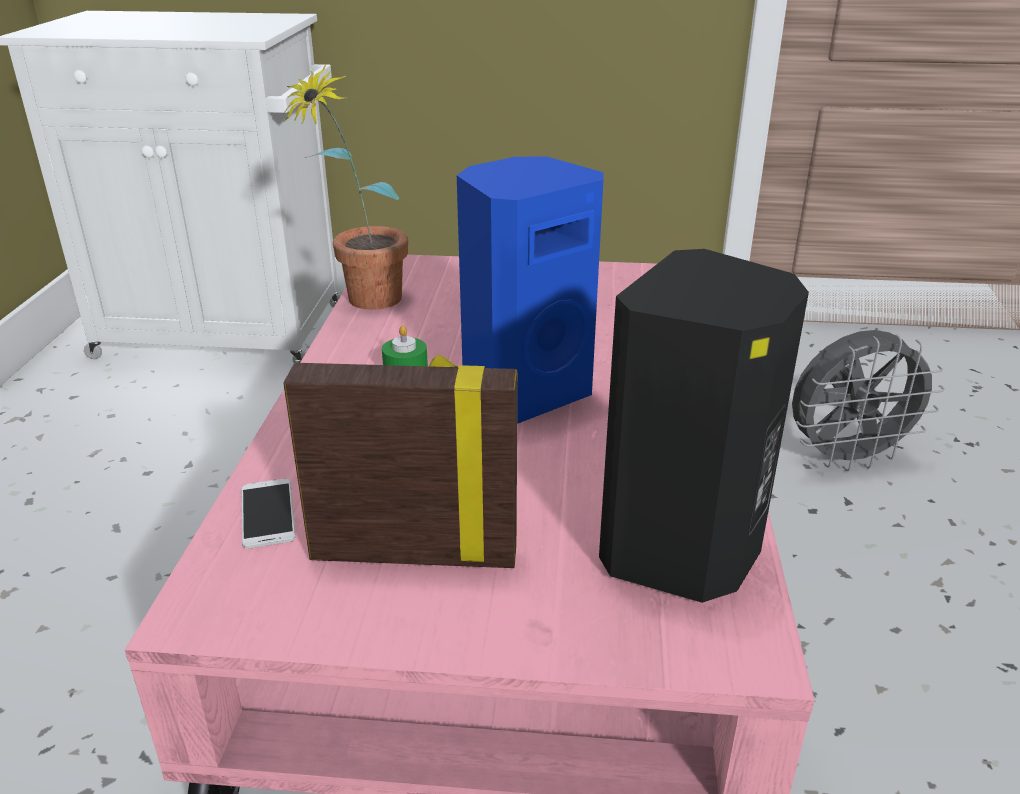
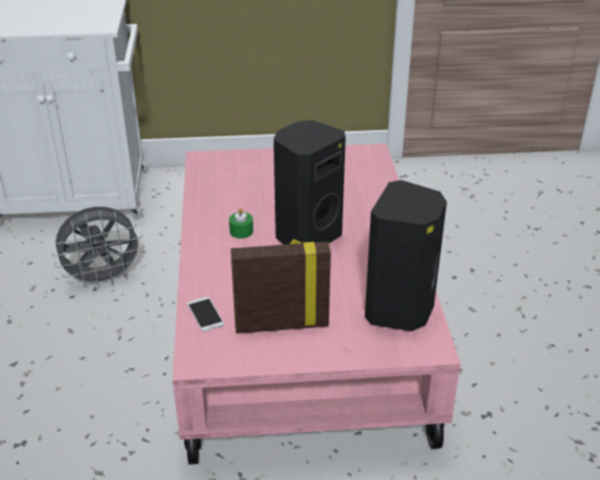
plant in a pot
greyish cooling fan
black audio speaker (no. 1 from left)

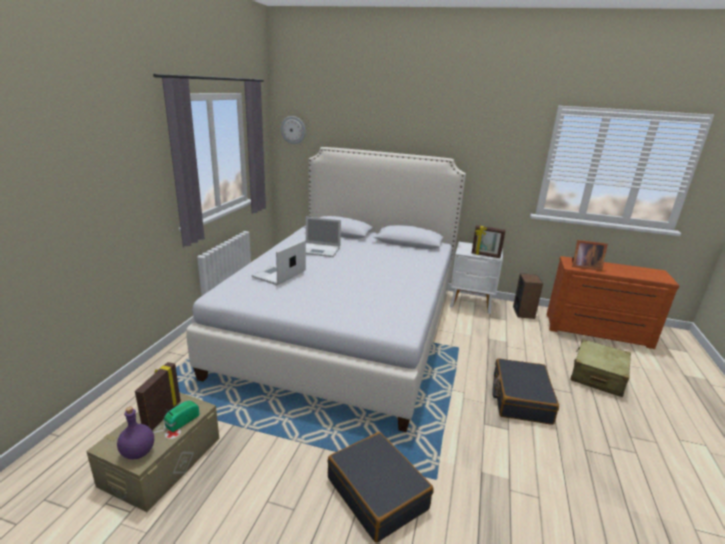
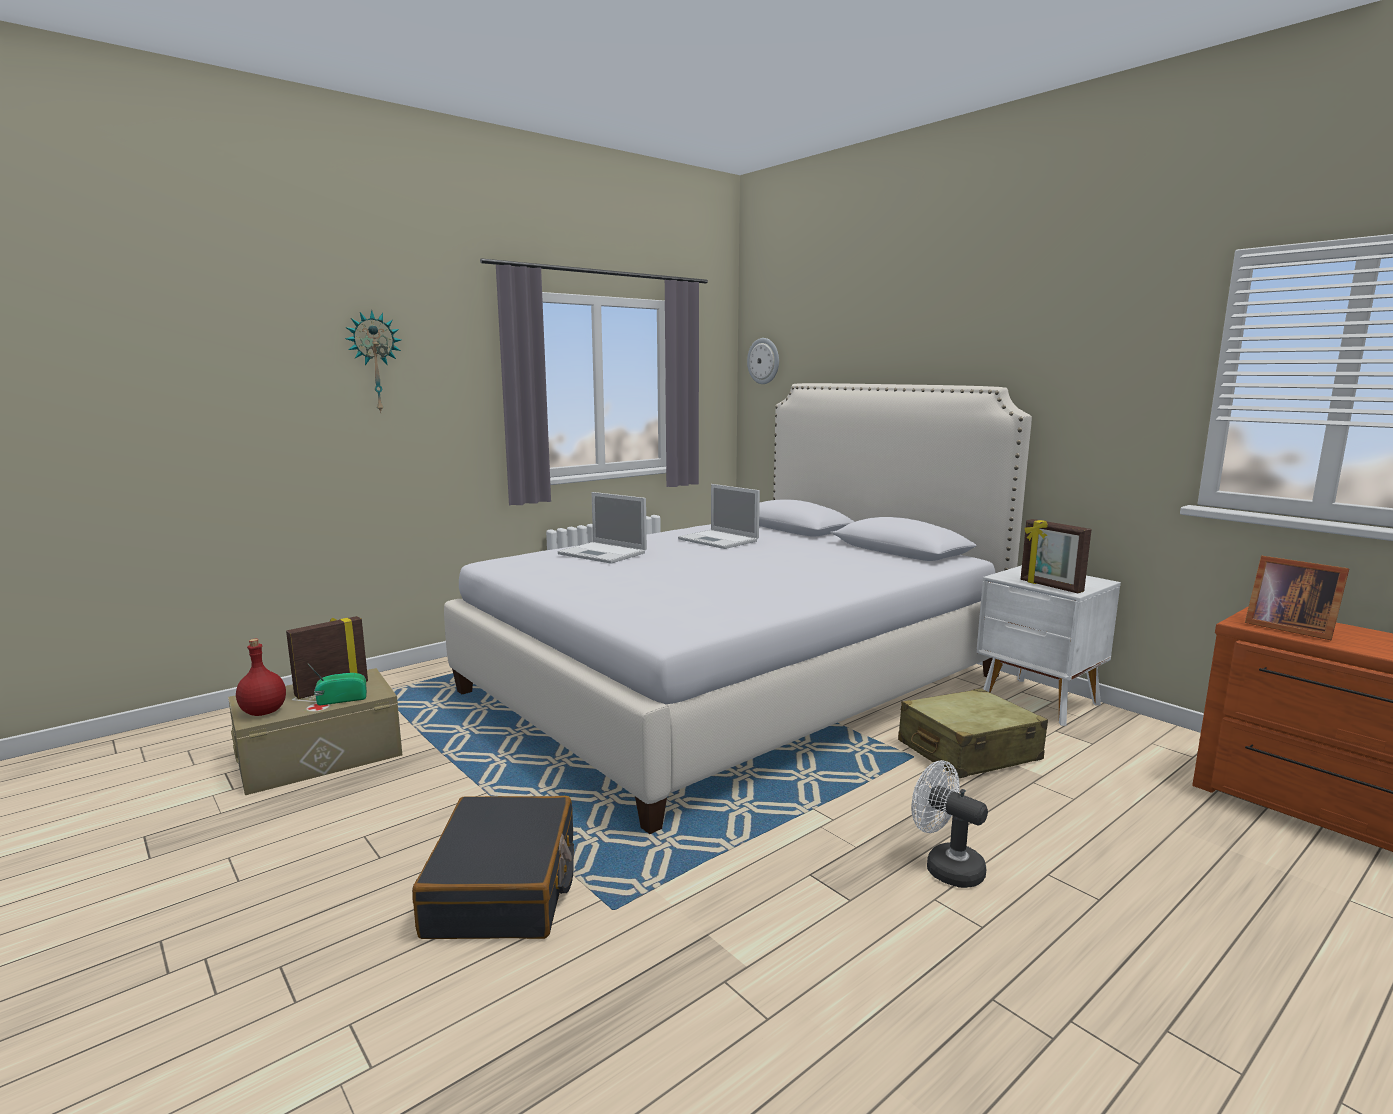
audio speaker
wall clock (no. 1 from left)
beige piece of luggage
whitish cooling fan
red-coloured beverage bottle
laptop (no. 1 from left)

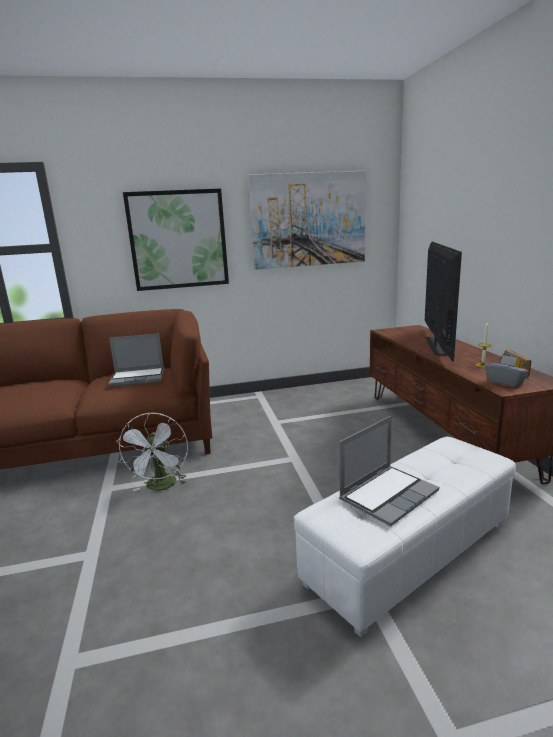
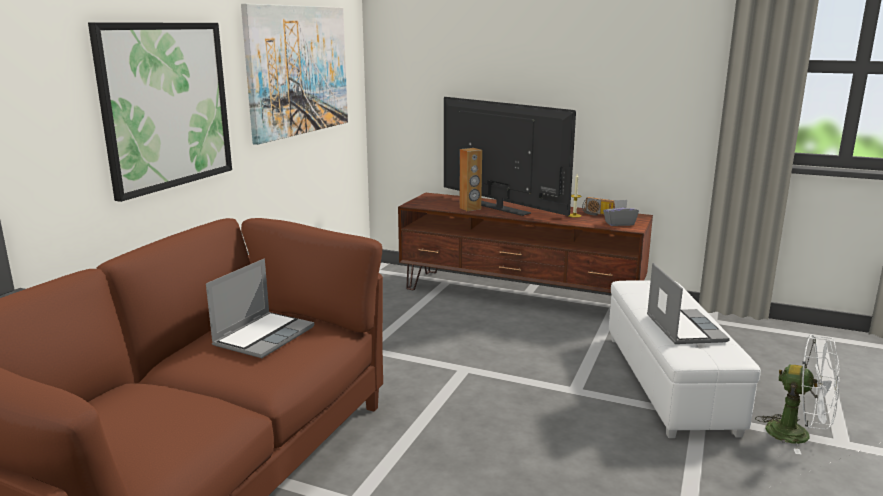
brown audio speaker
whitish cooling fan

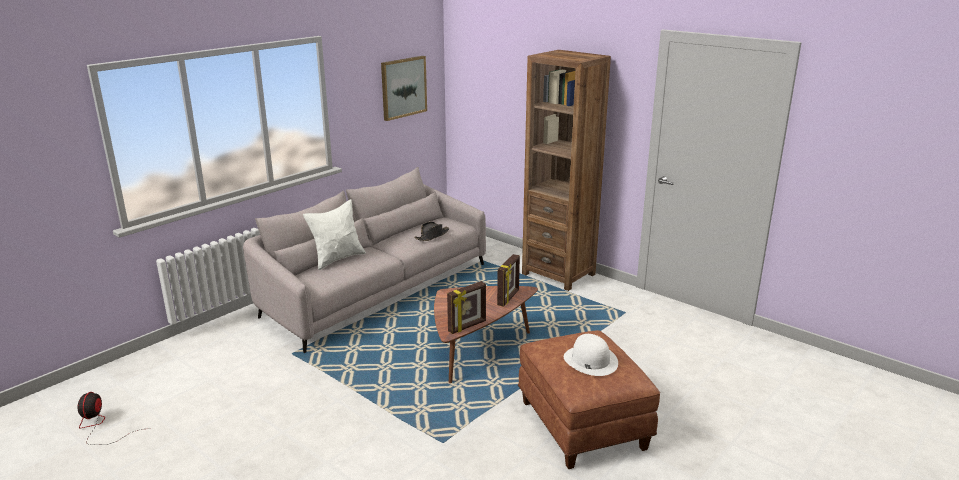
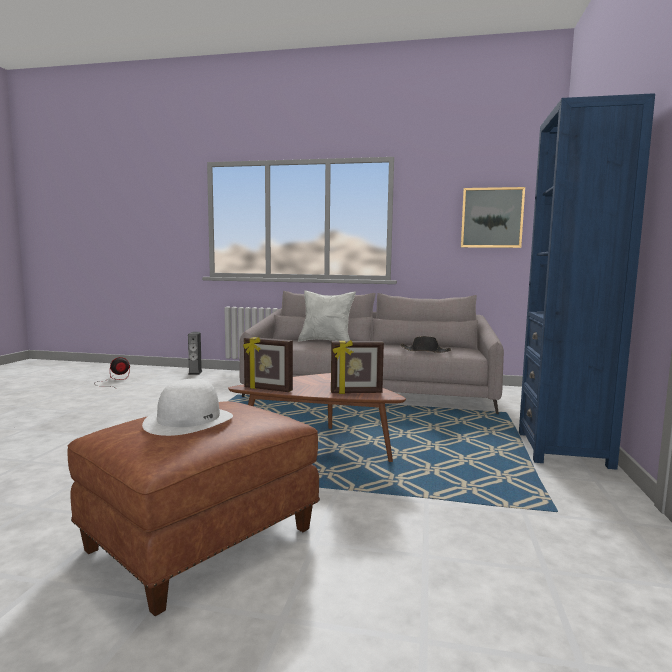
audio speaker
blue bookshelf

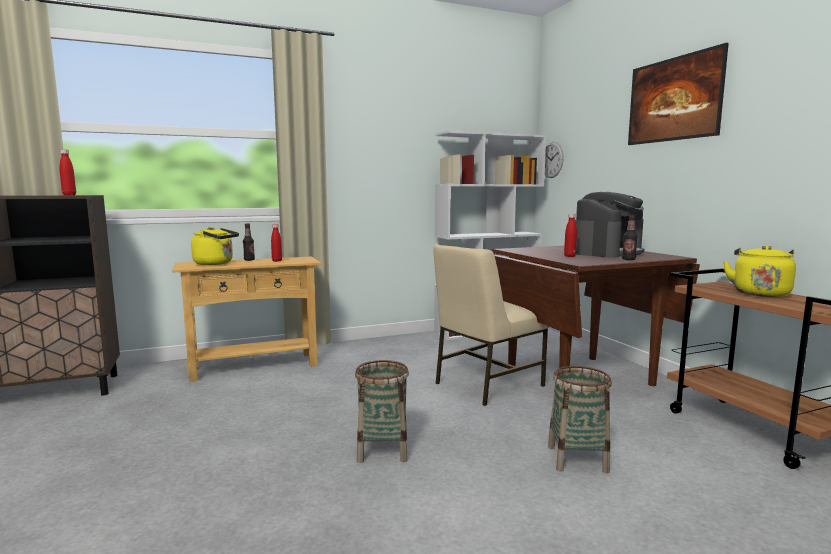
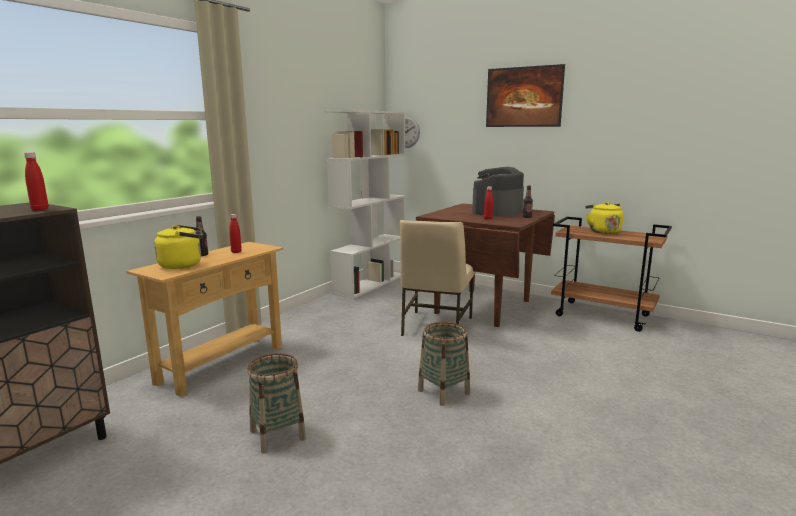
basket (no. 1 from left)
coffee machine

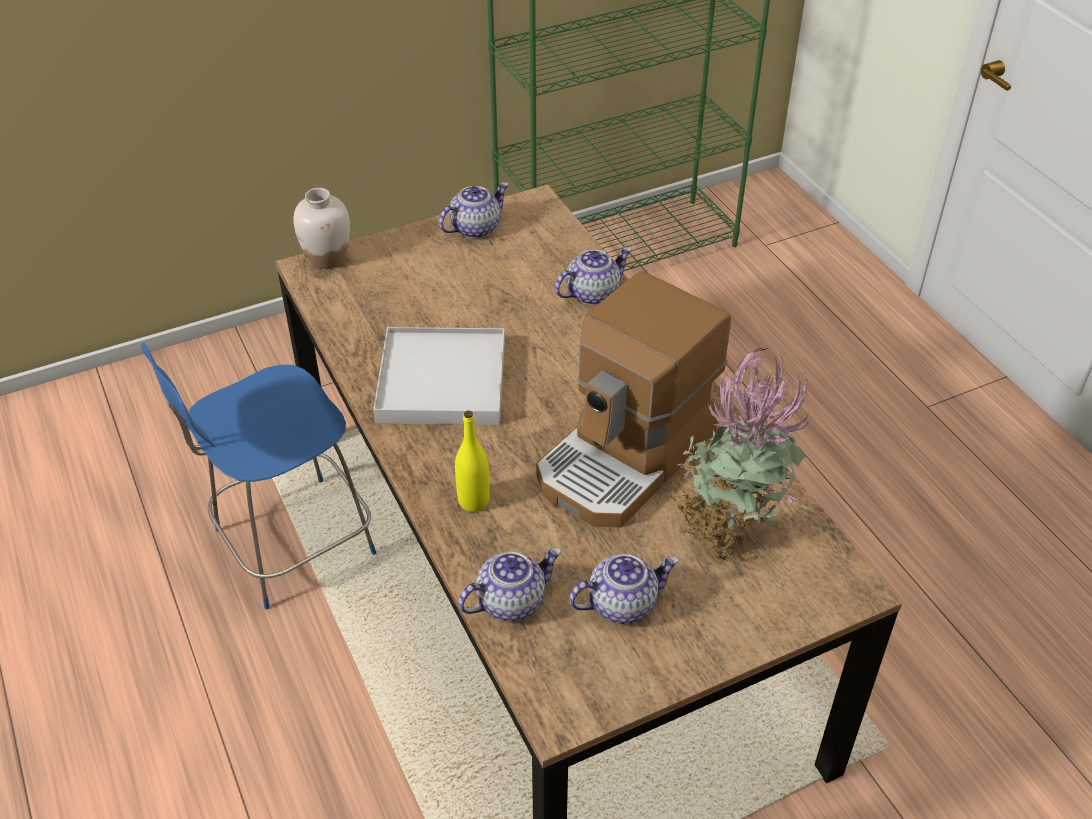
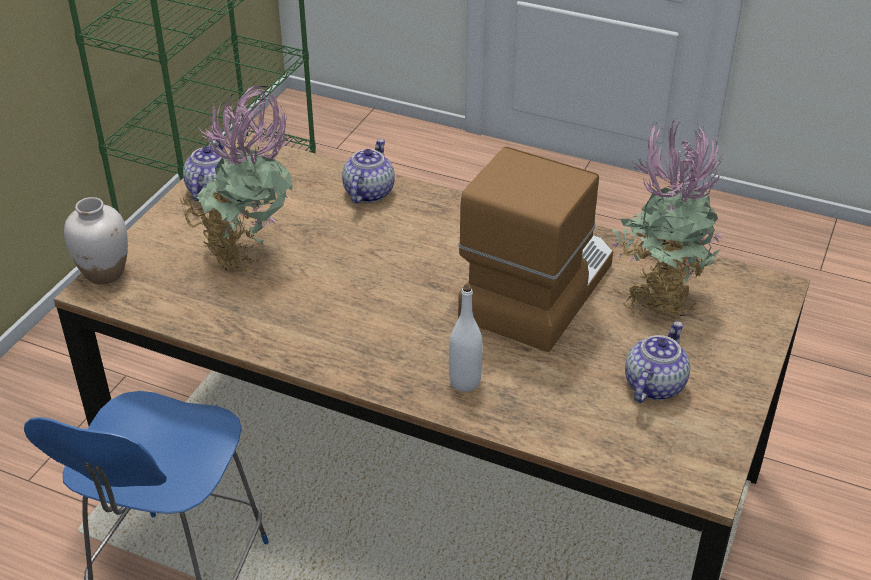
whitish serving tray
pot for tea (no. 2 from left in the first image)
plant in a pot (no. 1 from left)
whitish beverage bottle
coffee machine

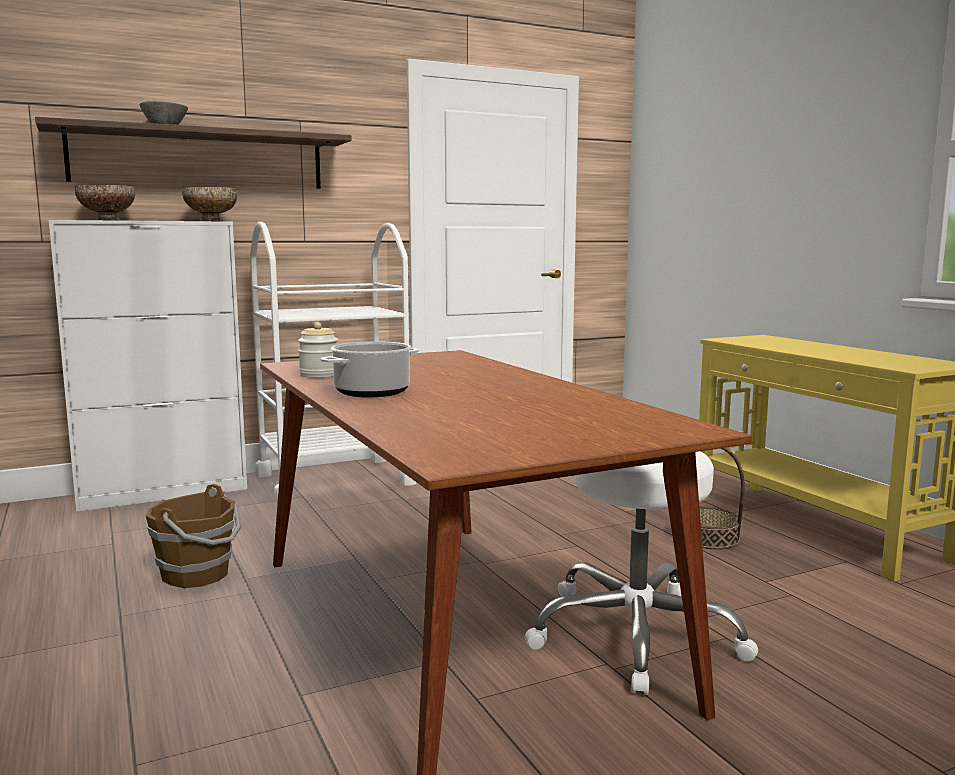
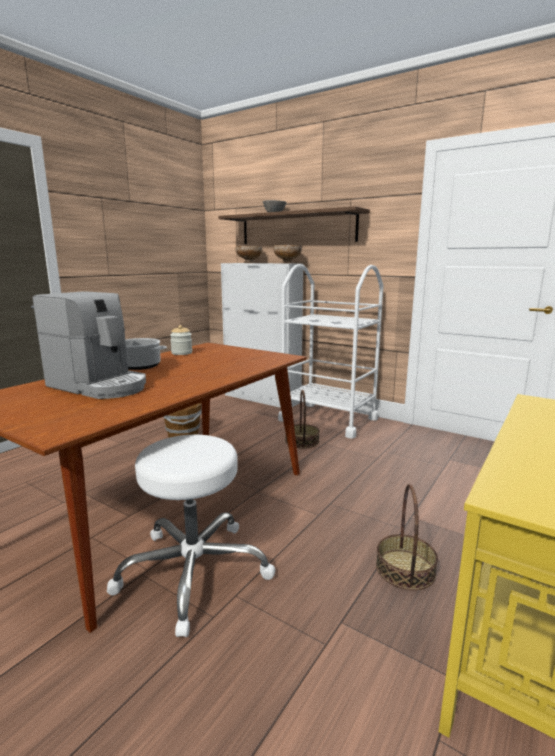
coffee machine
basket (no. 1 from left)

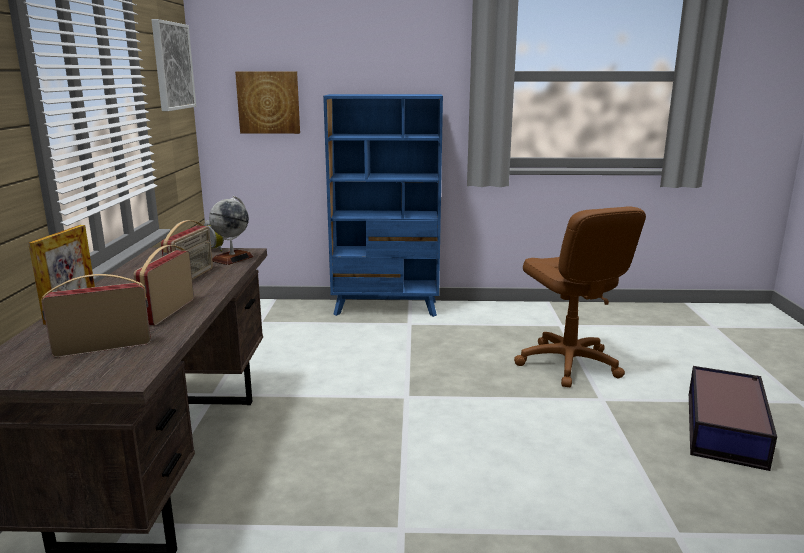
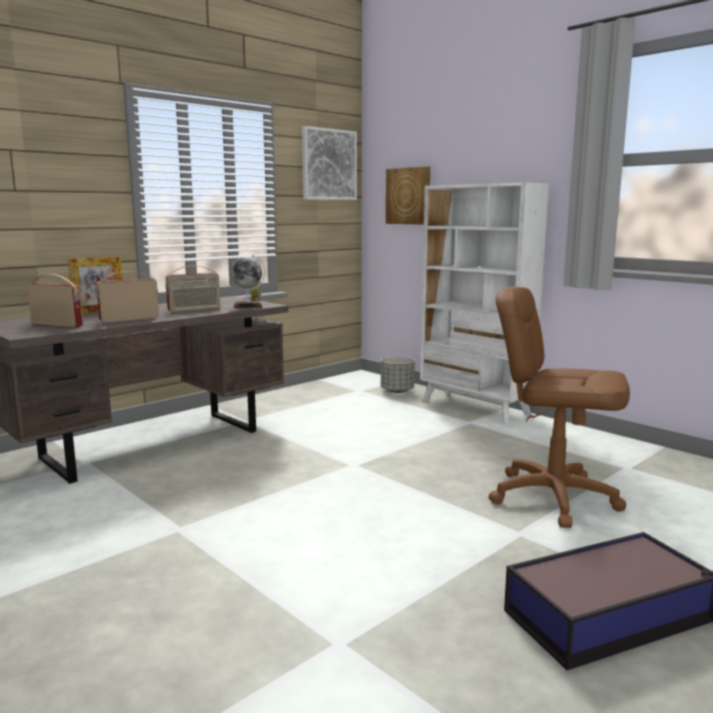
greyish plant pot
whitish bookshelf
brown office chair

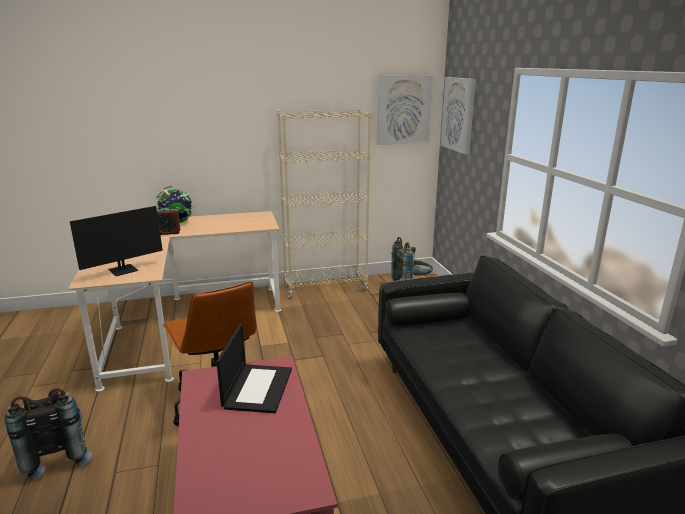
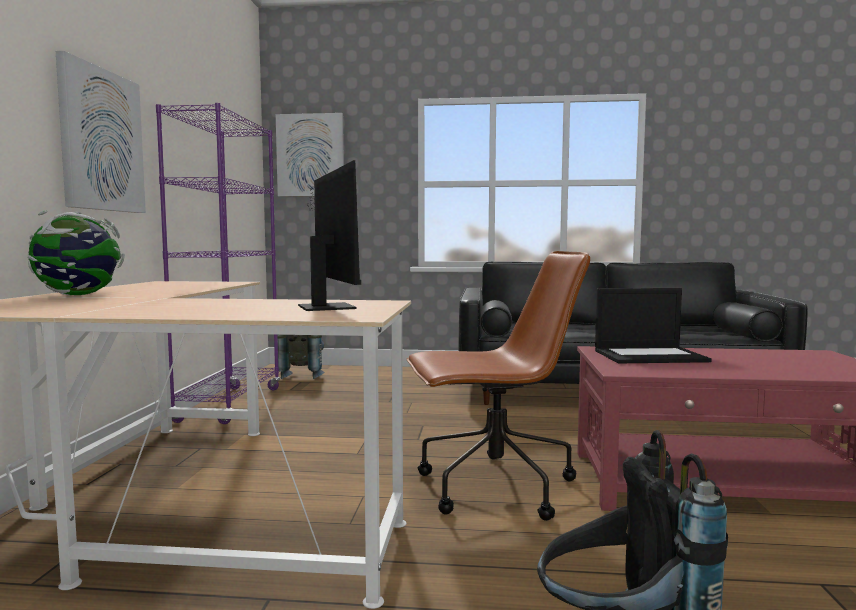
table clock
picture (no. 1 from left)
purplish bookshelf
laptop

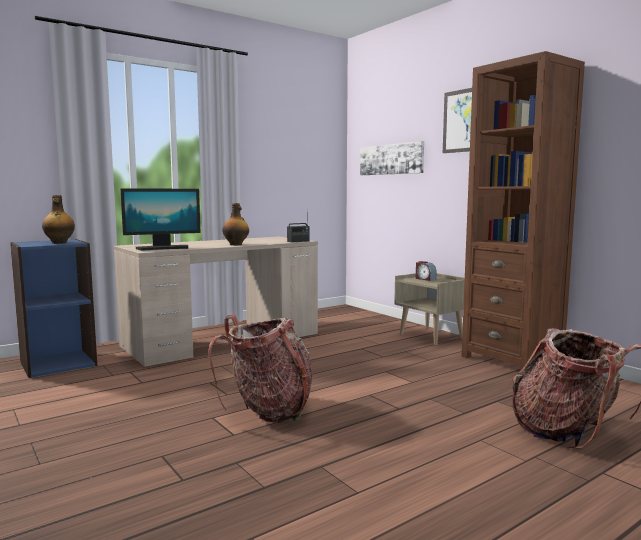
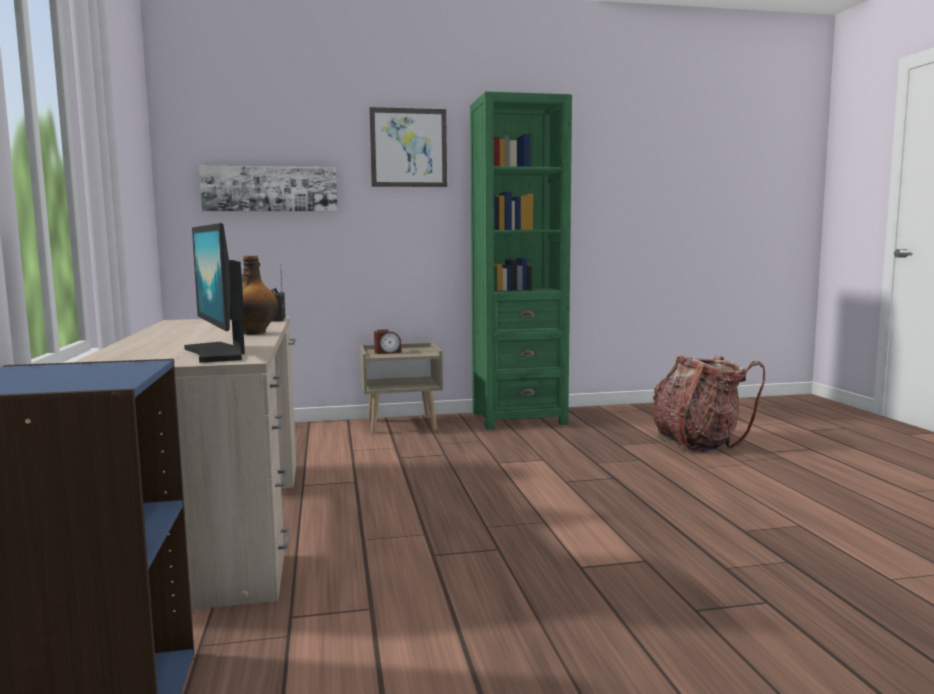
beverage bottle (no. 1 from left in the first image)
rucksack (no. 1 from left in the first image)
greenish bookshelf
computer display

